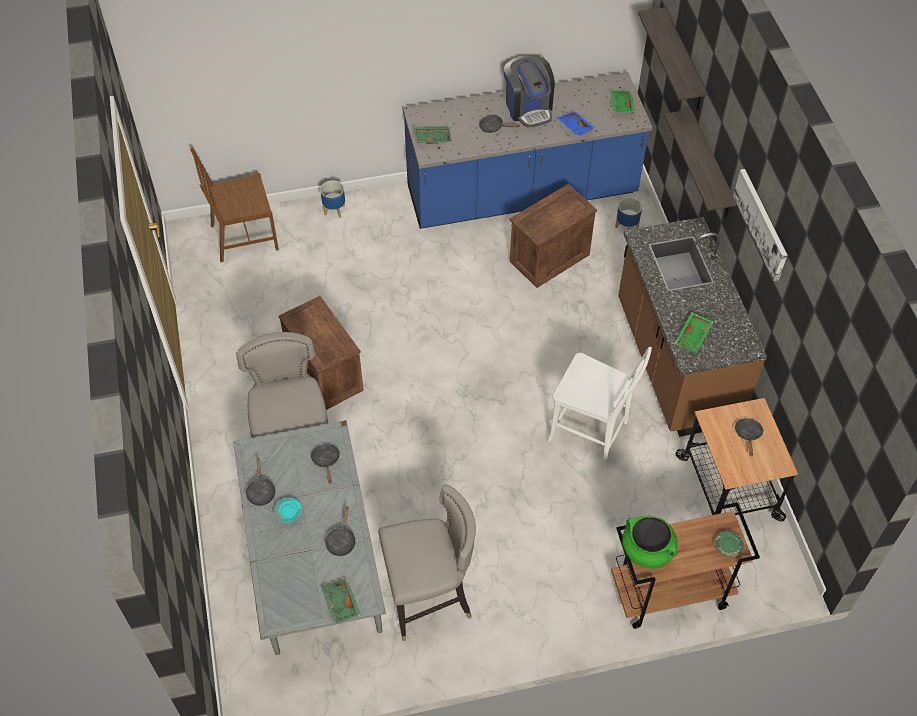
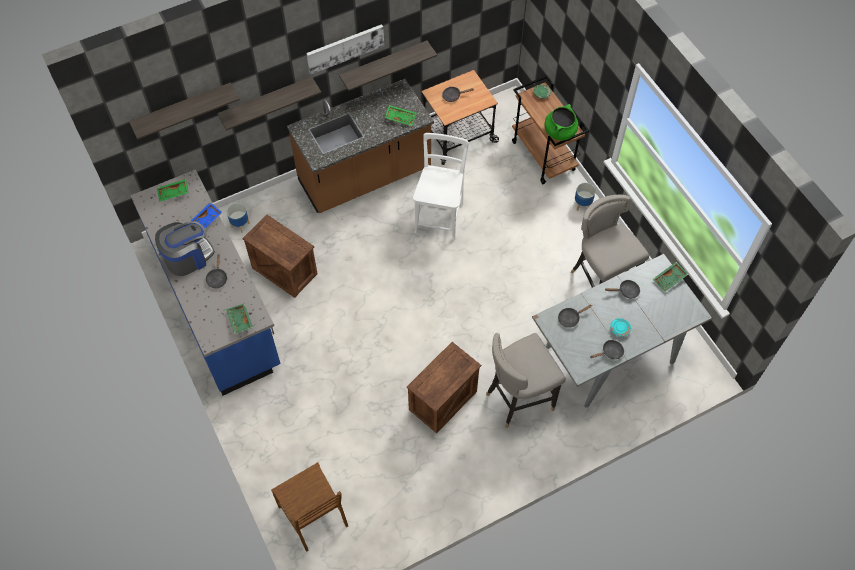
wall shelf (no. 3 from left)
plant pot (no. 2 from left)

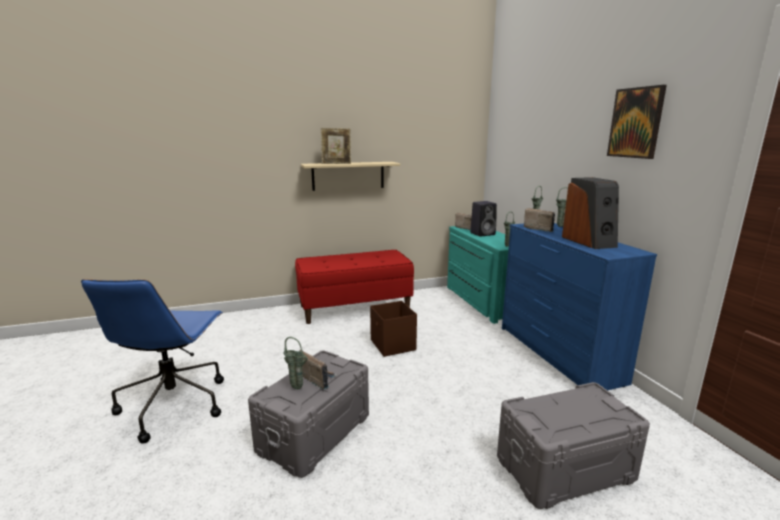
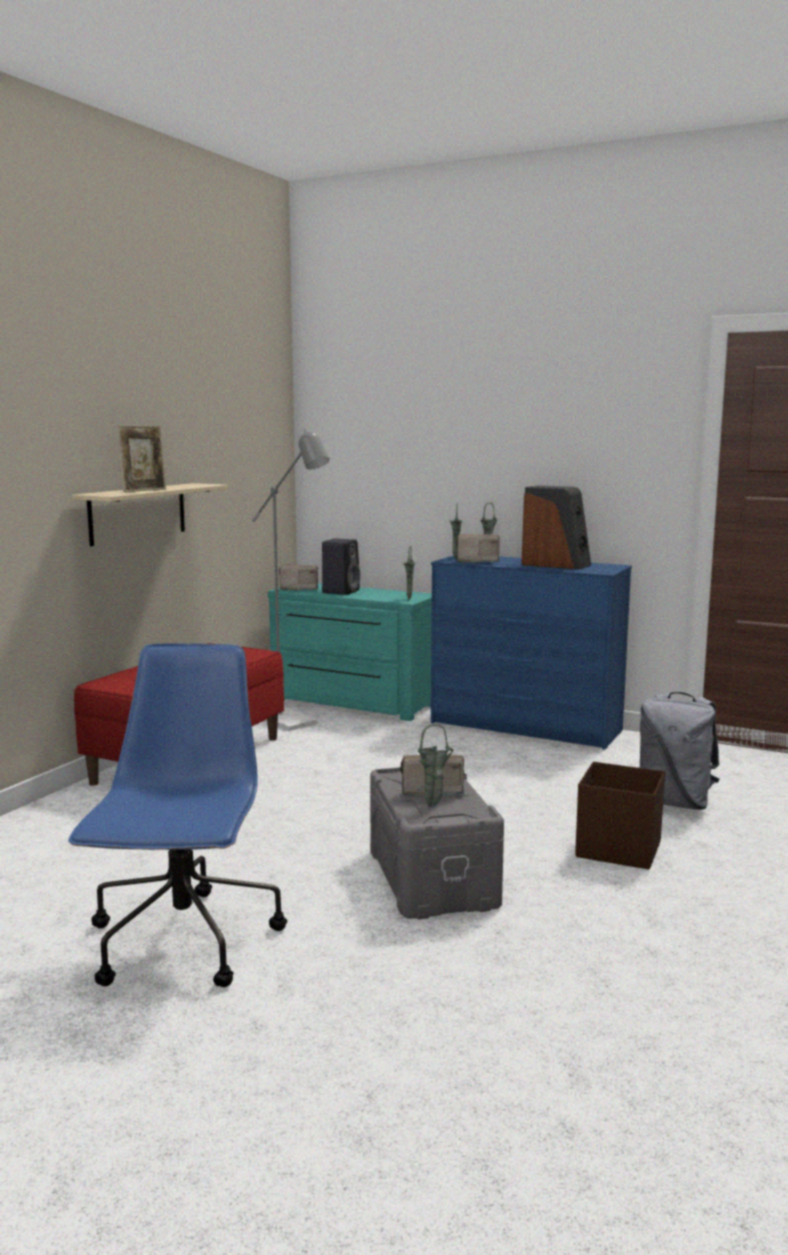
picture
greyish floor lamp
brown storage container
greyish rucksack
blue office chair

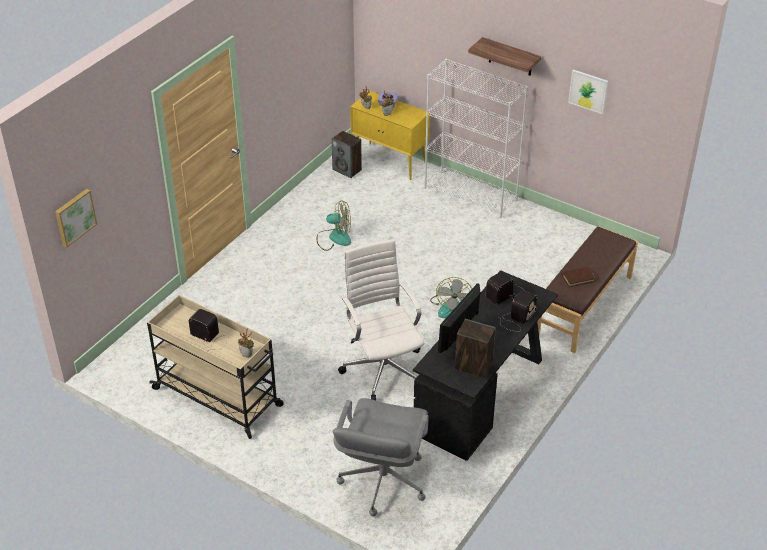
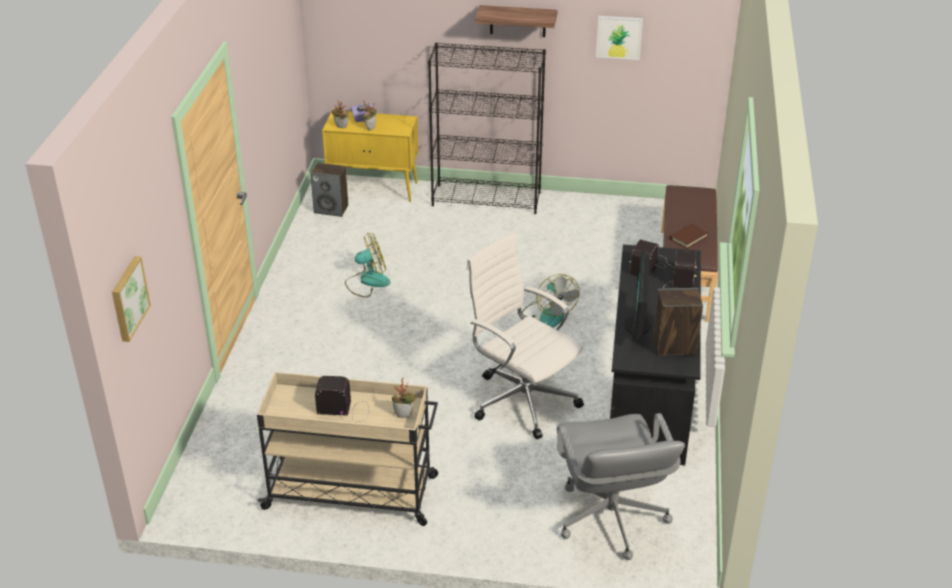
black bookshelf

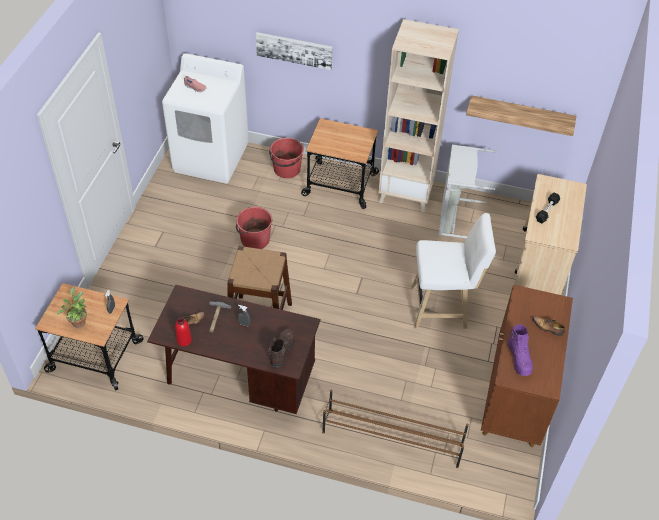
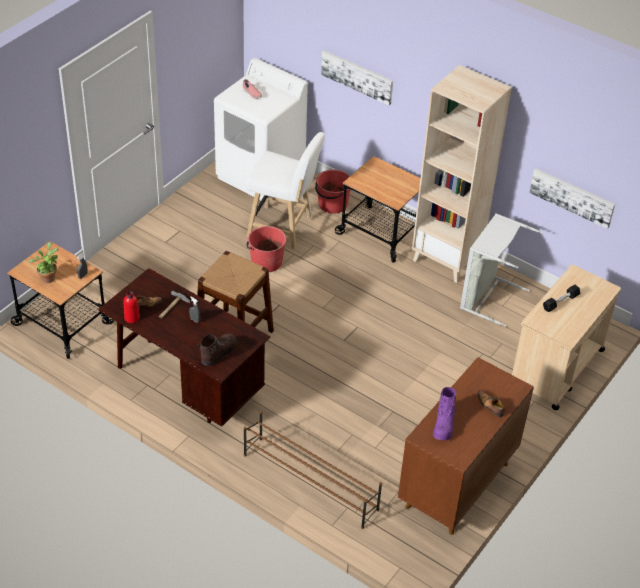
whitish sitting stool
picture (no. 2 from left)

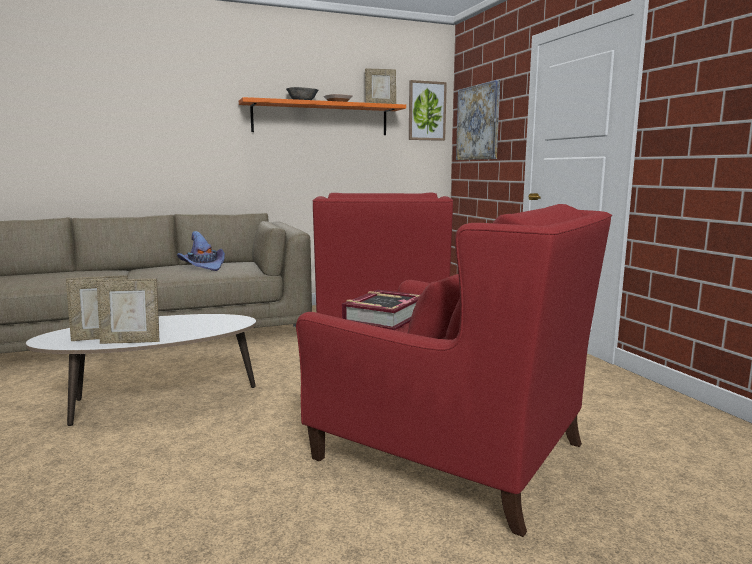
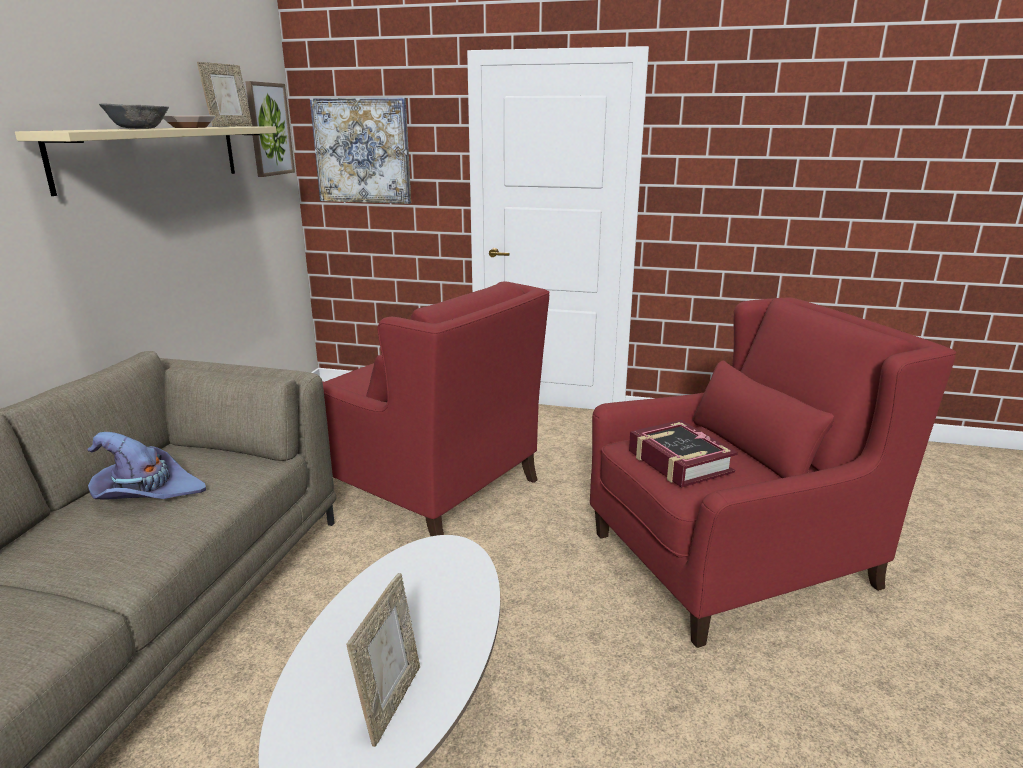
photo frame (no. 2 from left in the first image)
beige wall shelf

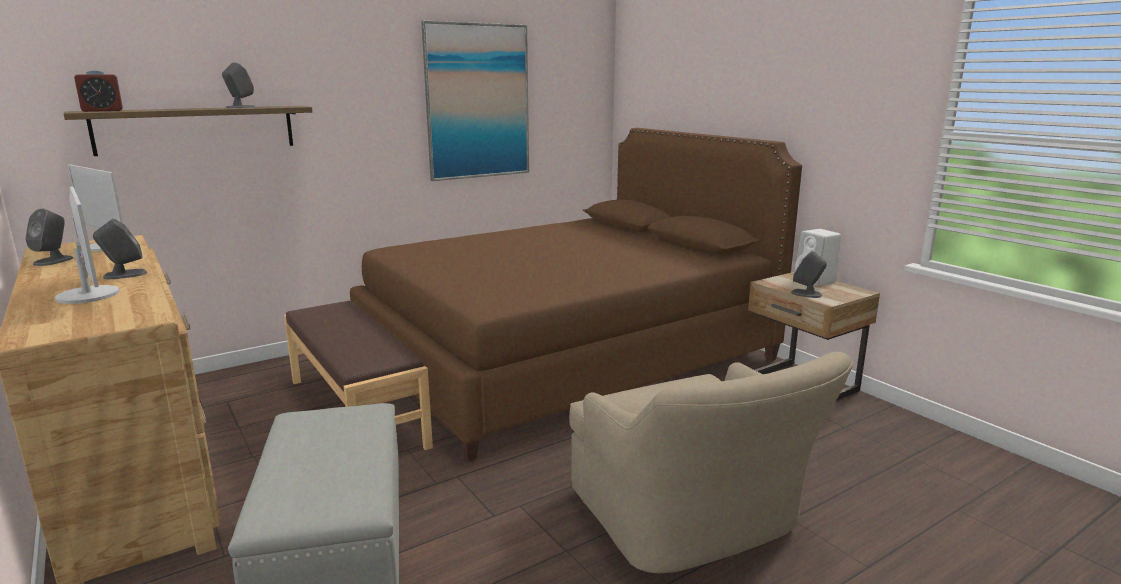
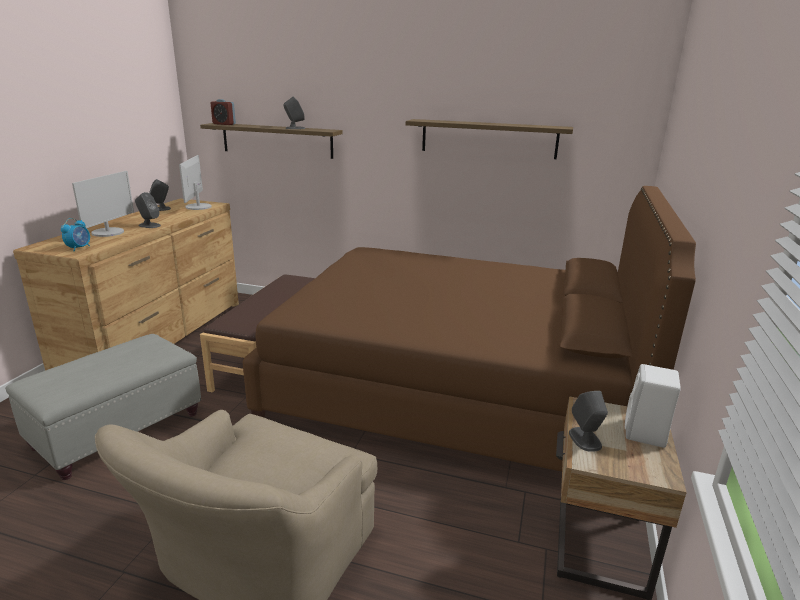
table clock (no. 1 from left)
wall shelf (no. 2 from left)

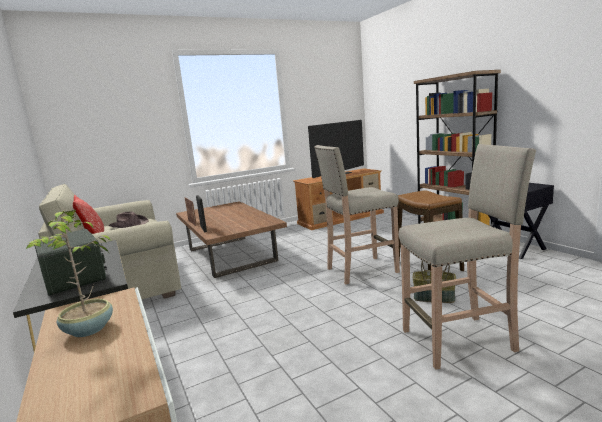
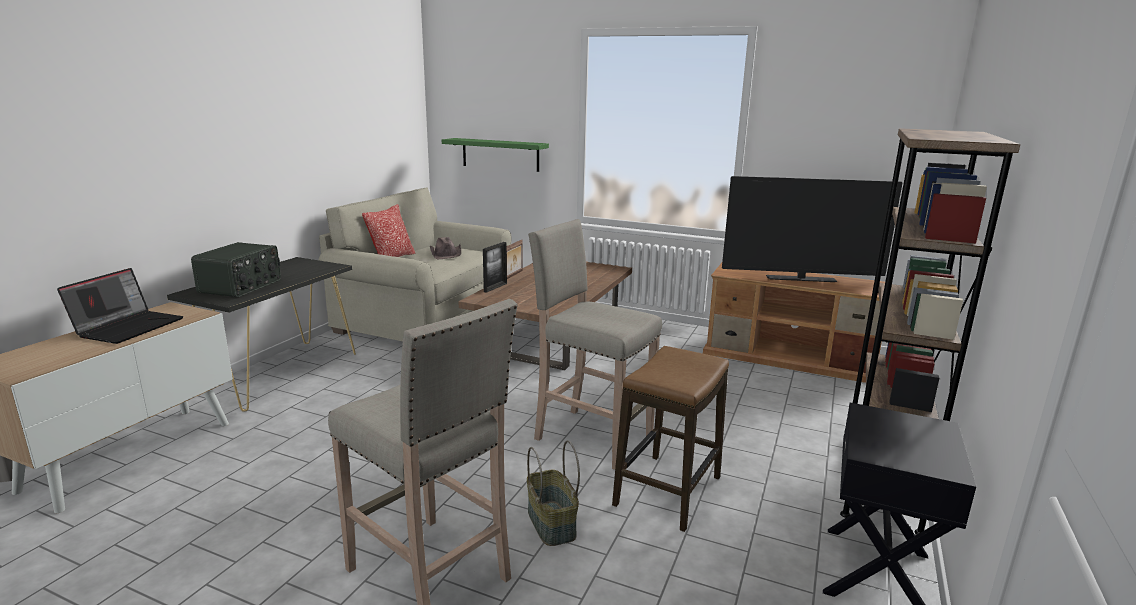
greenish wall shelf
laptop

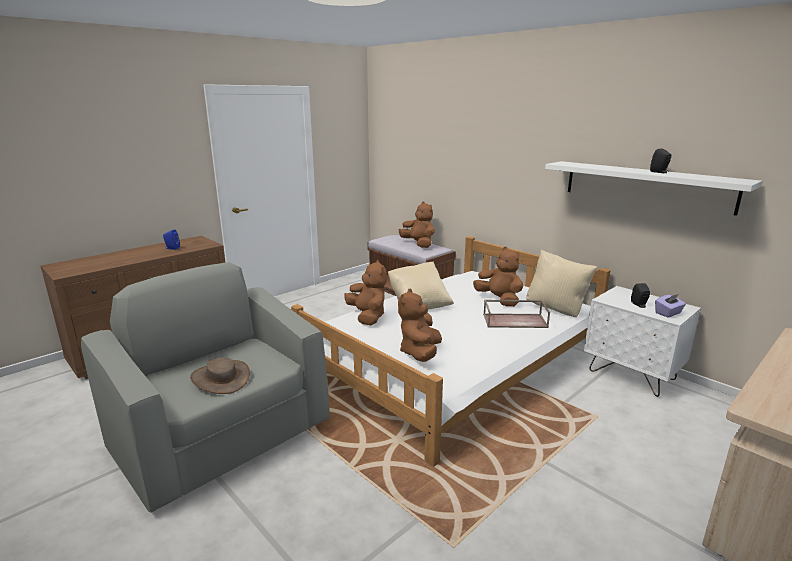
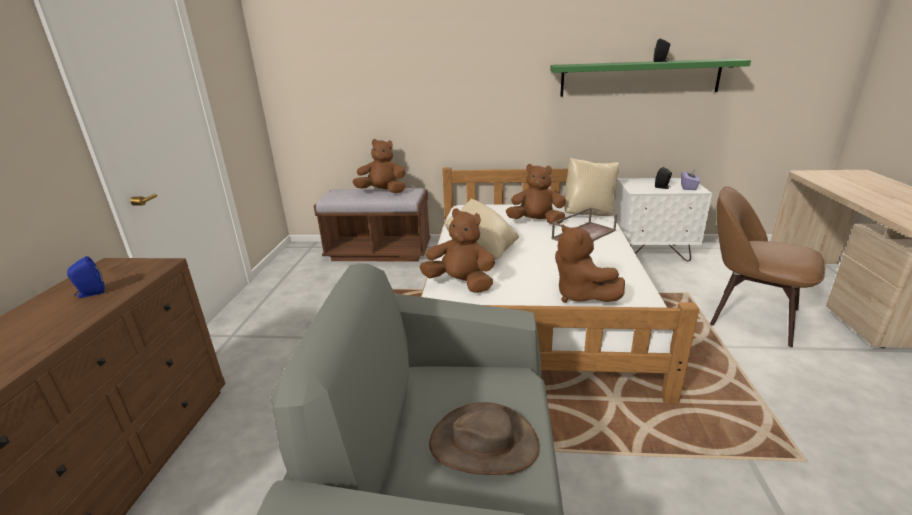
brown chair
greenish wall shelf

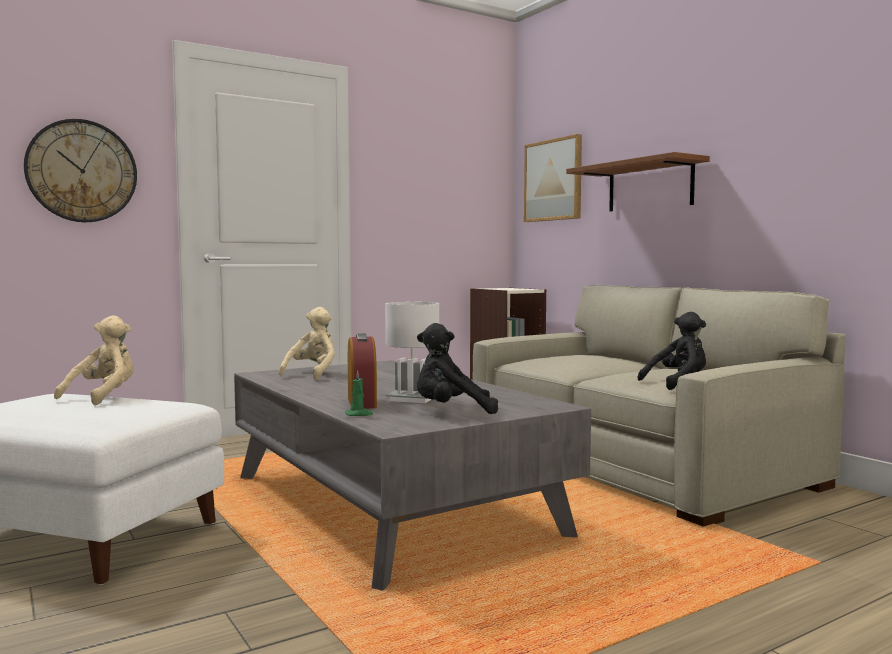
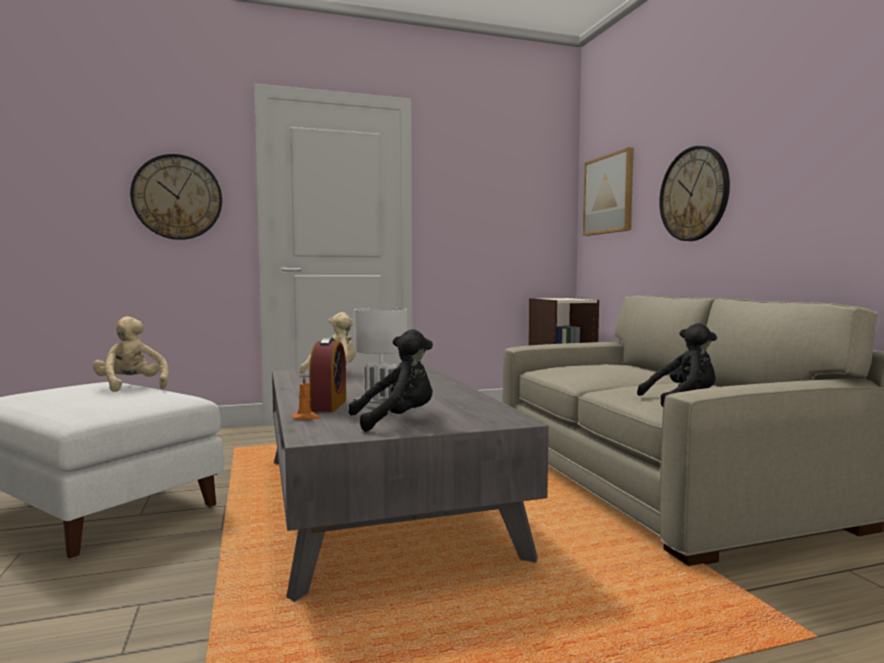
wall clock (no. 2 from left)
orange wax light
beige cuddly toy (no. 1 from left)
black cuddly toy (no. 1 from left)

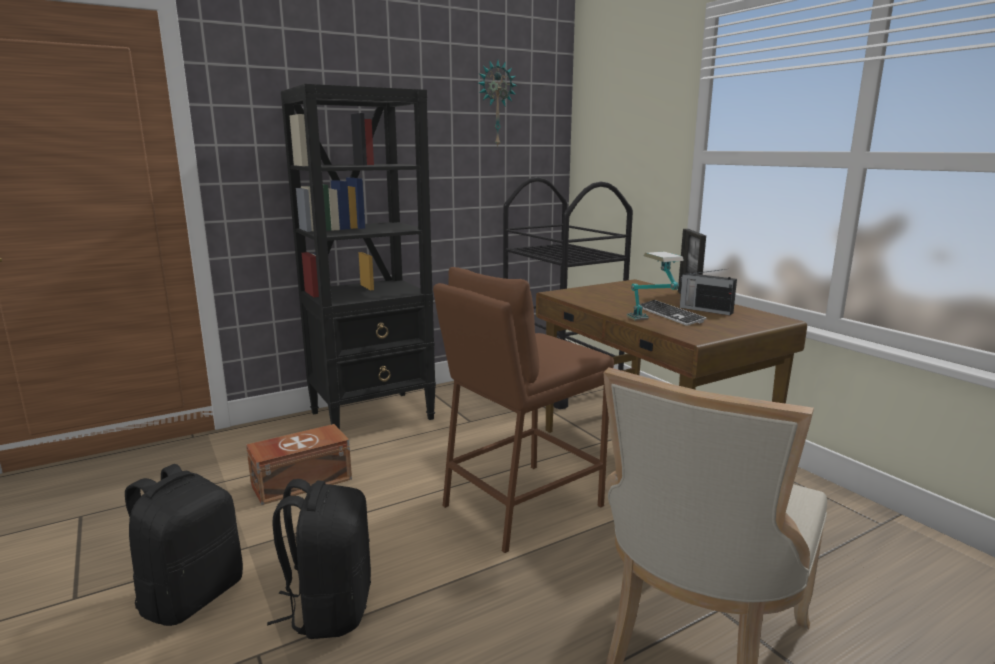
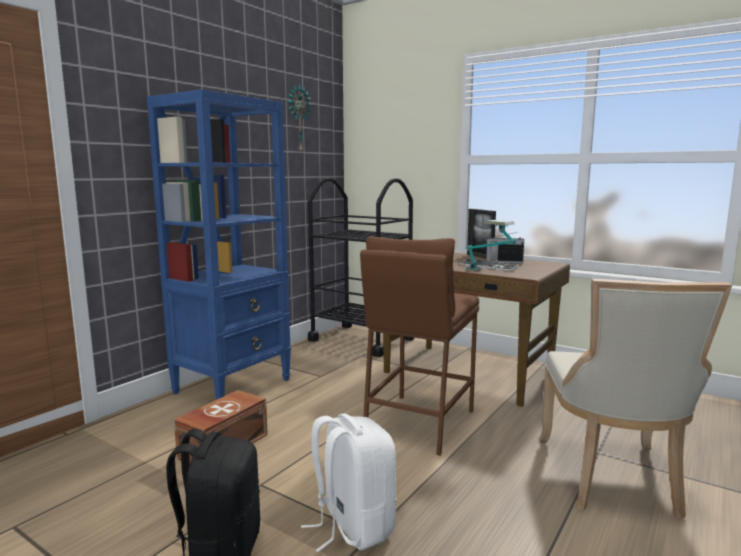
whitish rucksack
blue bookshelf

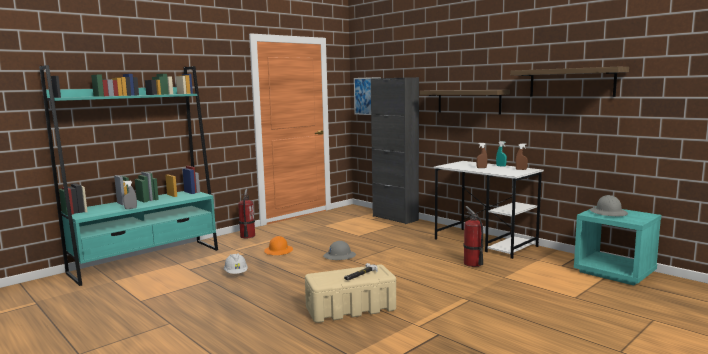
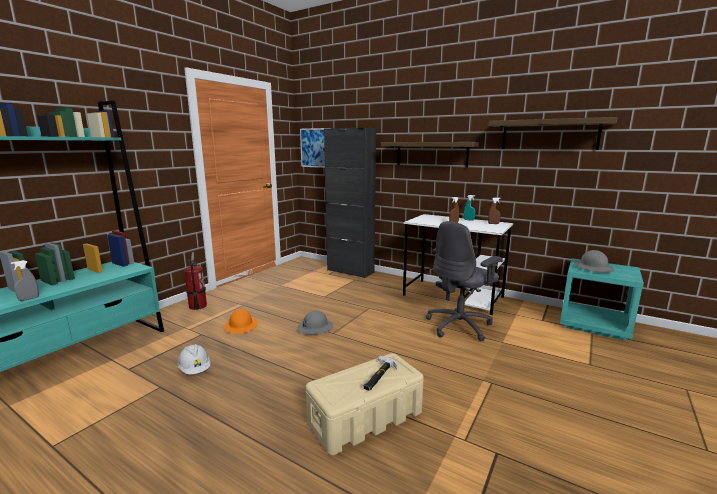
greyish office chair

